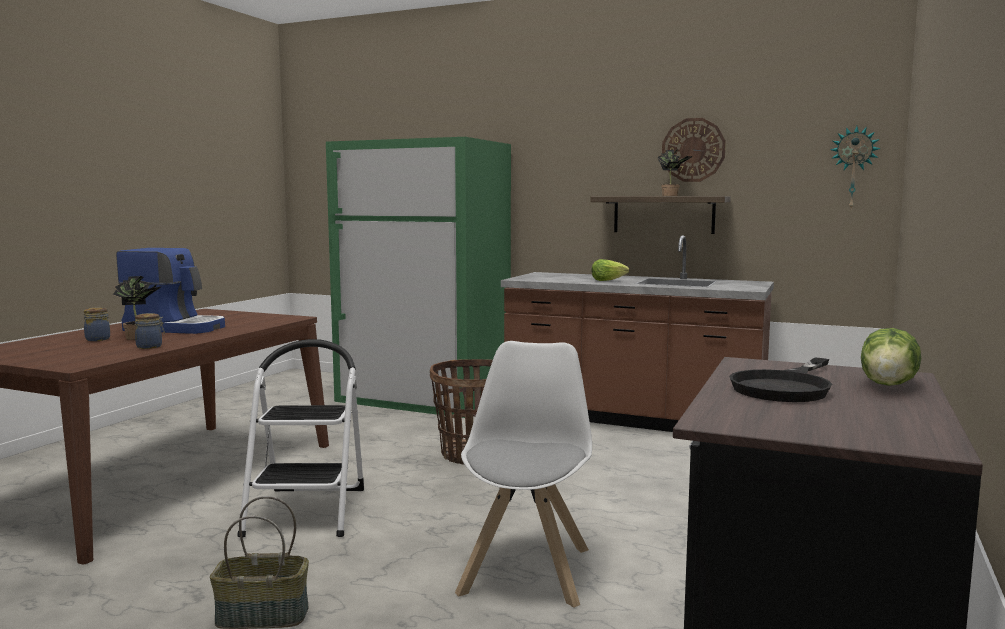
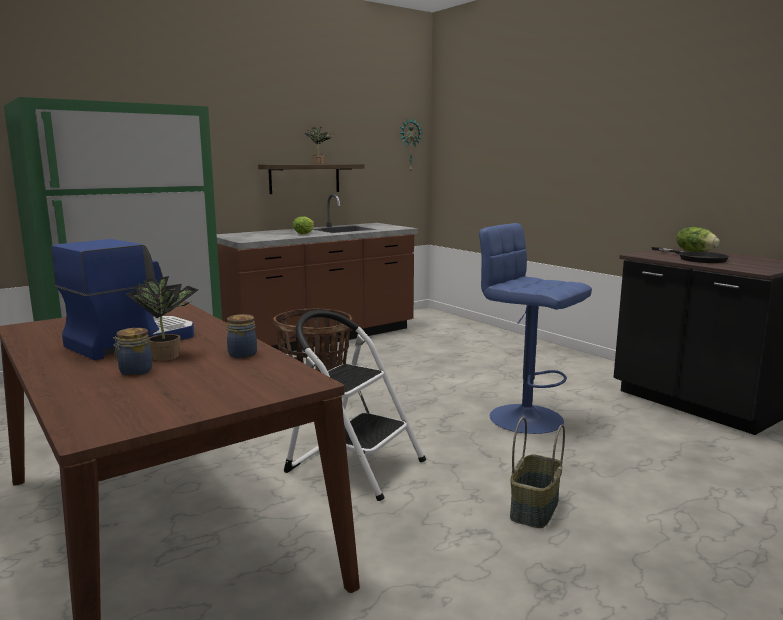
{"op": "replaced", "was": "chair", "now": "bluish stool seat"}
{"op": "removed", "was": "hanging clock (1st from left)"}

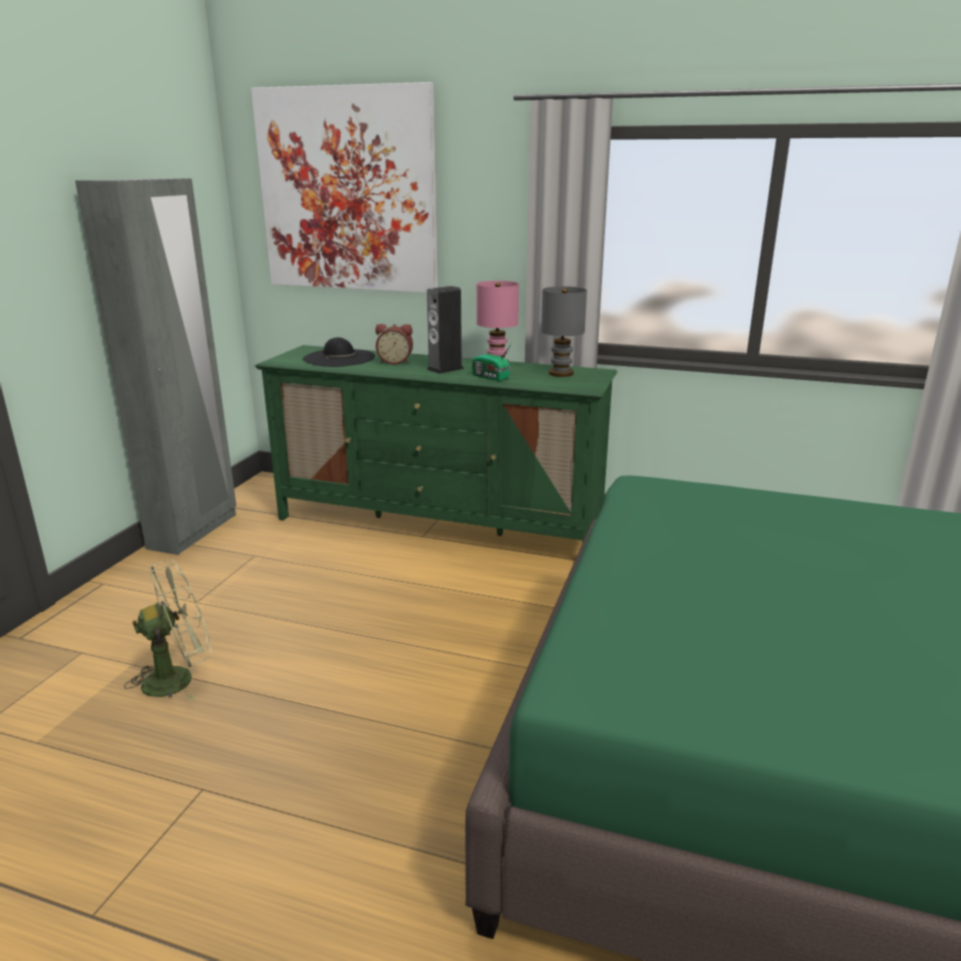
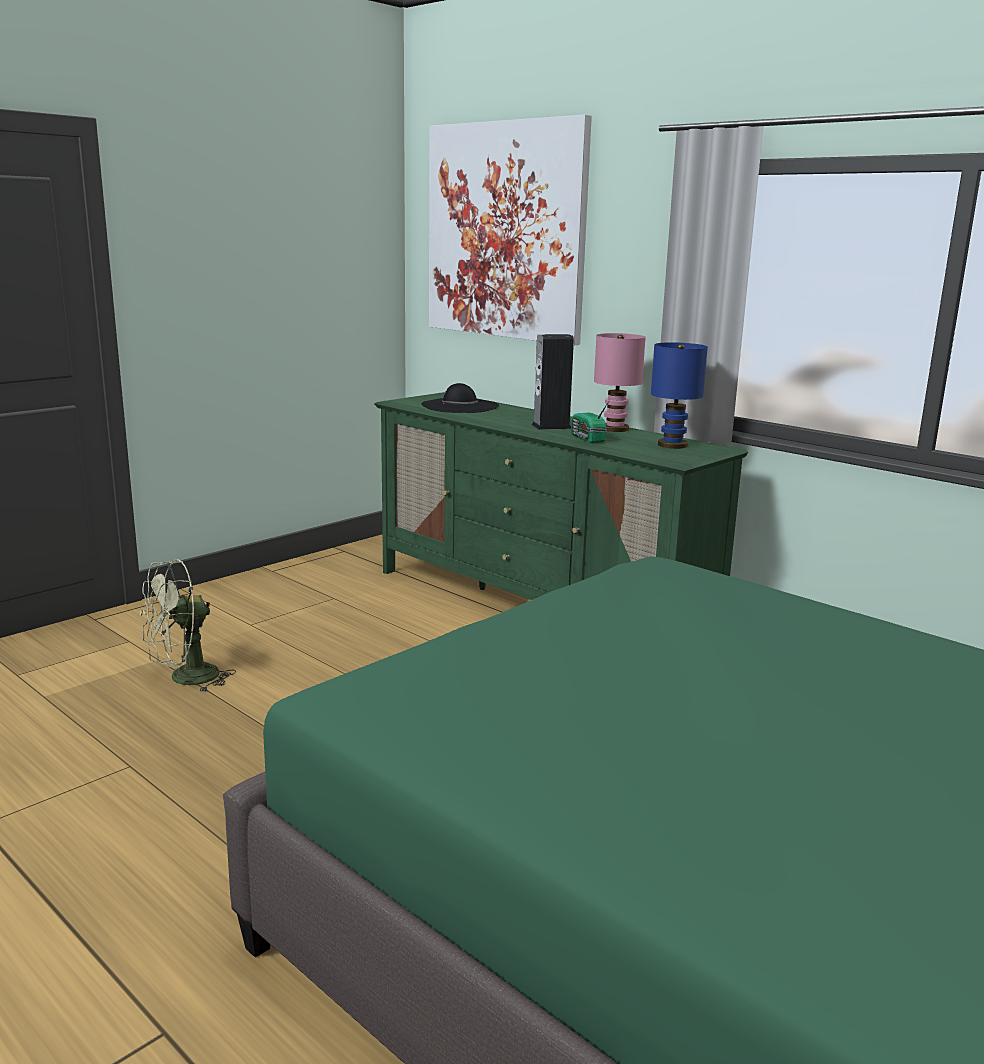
{"op": "turned", "was": "greenish fan", "clockwise": 150}
{"op": "recoloured", "was": "greyish lamp for a table", "now": "bluish lamp for a table"}
{"op": "removed", "was": "greyish wardrobe"}
{"op": "removed", "was": "bedside clock"}

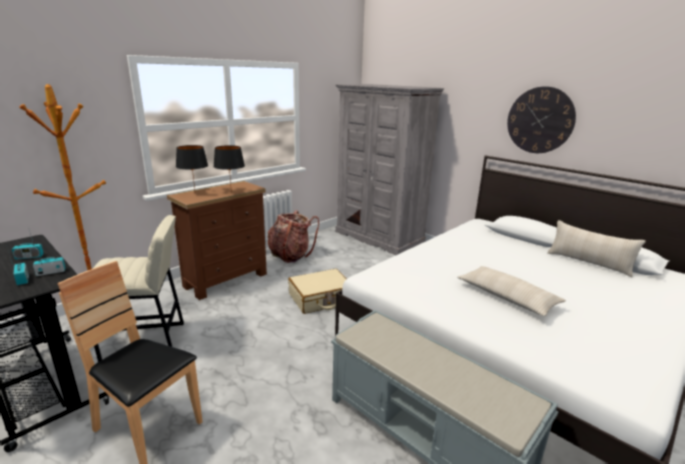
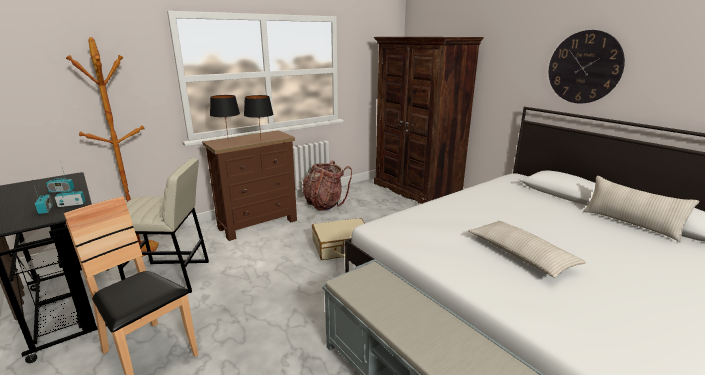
{"op": "recoloured", "was": "greyish wardrobe", "now": "brown wardrobe"}

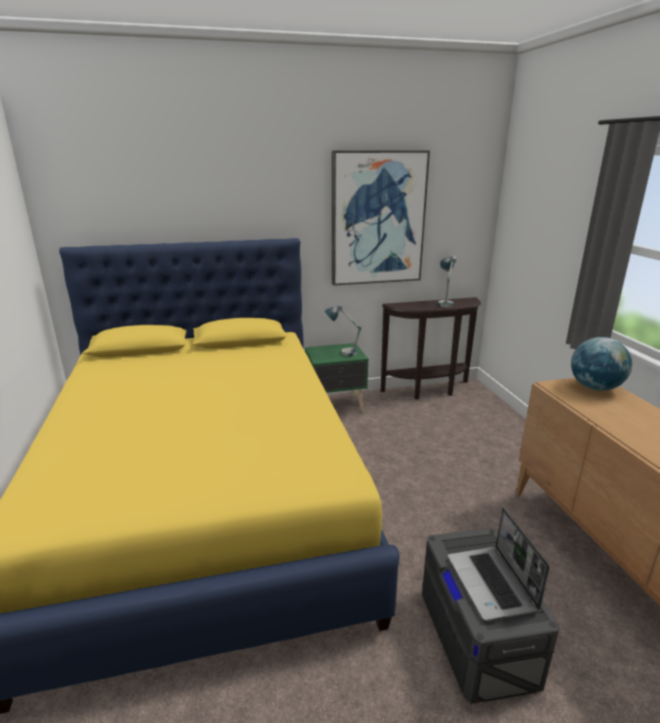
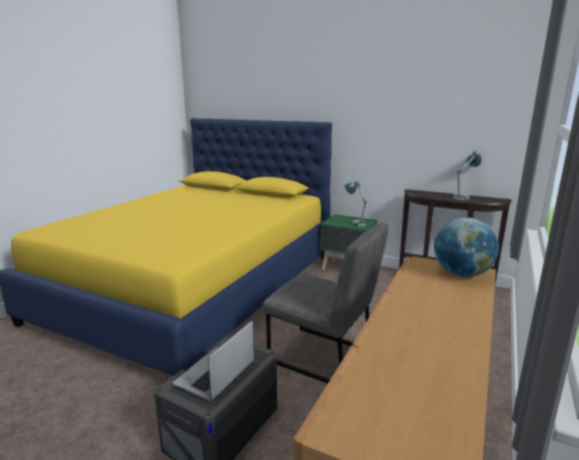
{"op": "added", "now": "greyish chair"}
{"op": "removed", "was": "picture"}

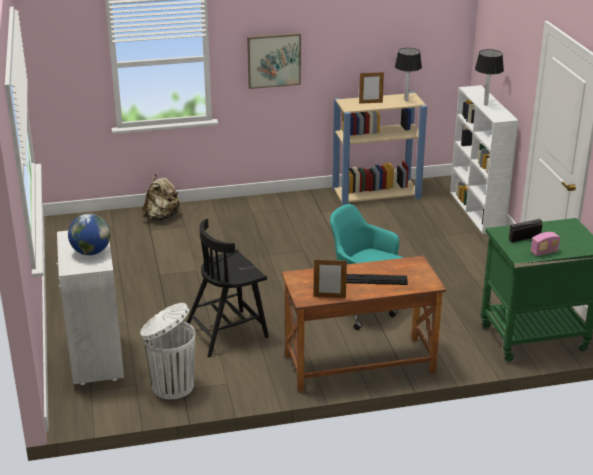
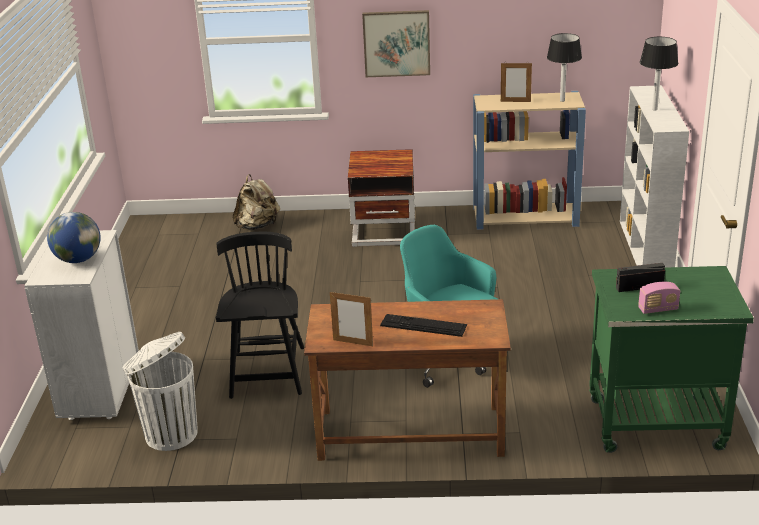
{"op": "turned", "was": "black-coloured chair", "clockwise": 105}
{"op": "added", "now": "night table"}

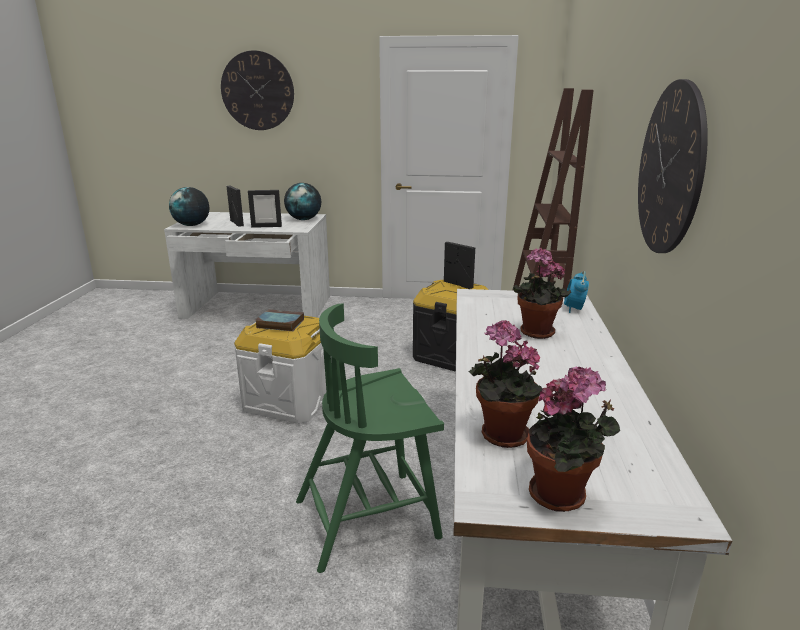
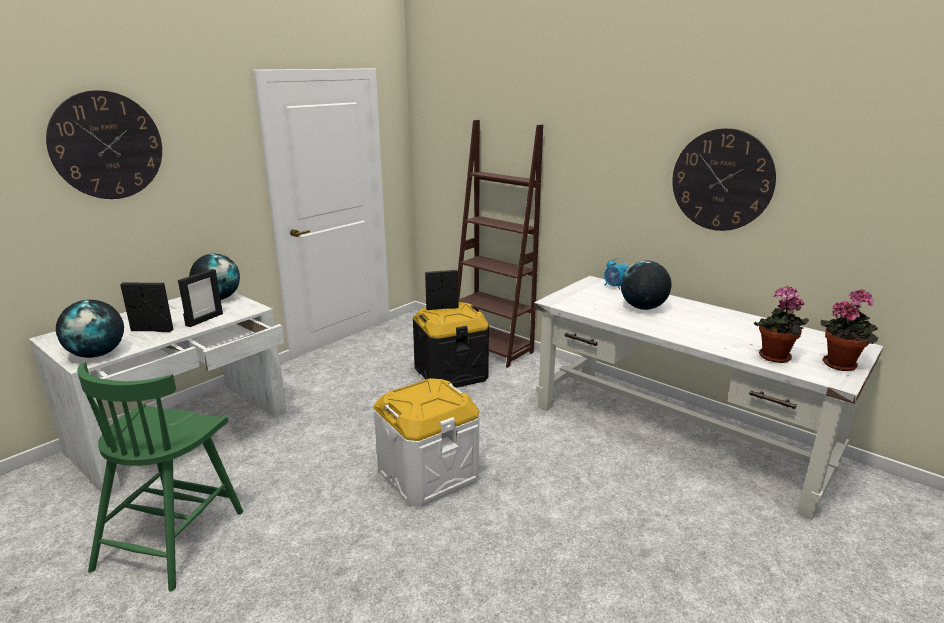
{"op": "moved", "was": "greenish chair"}
{"op": "replaced", "was": "potted plant (2nd from left)", "now": "desk globe (3rd from left)"}
{"op": "removed", "was": "book"}

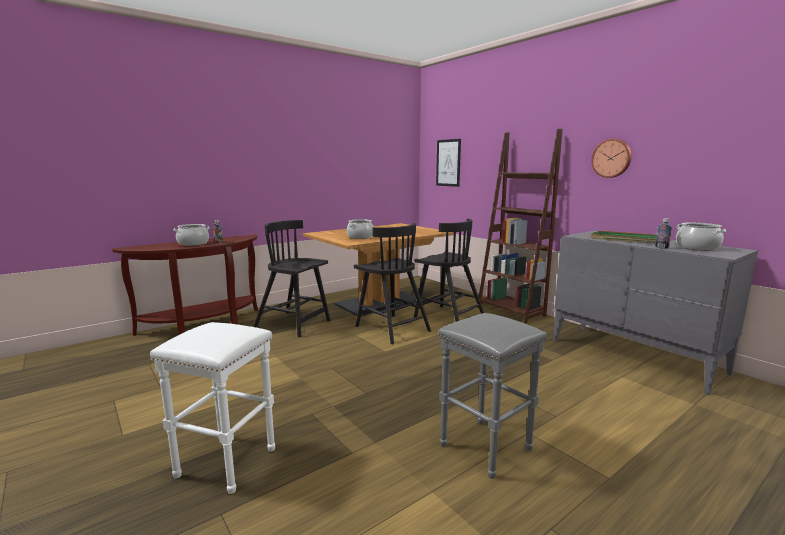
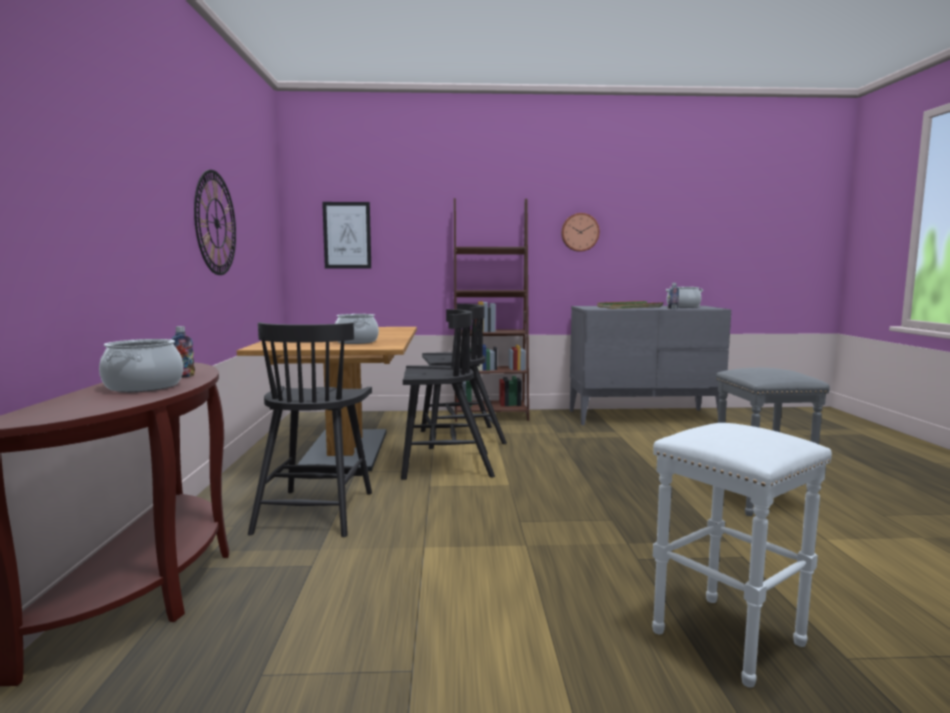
{"op": "added", "now": "hanging clock (1st from left)"}
{"op": "turned", "was": "black-coloured chair (1st from left)", "clockwise": -60}

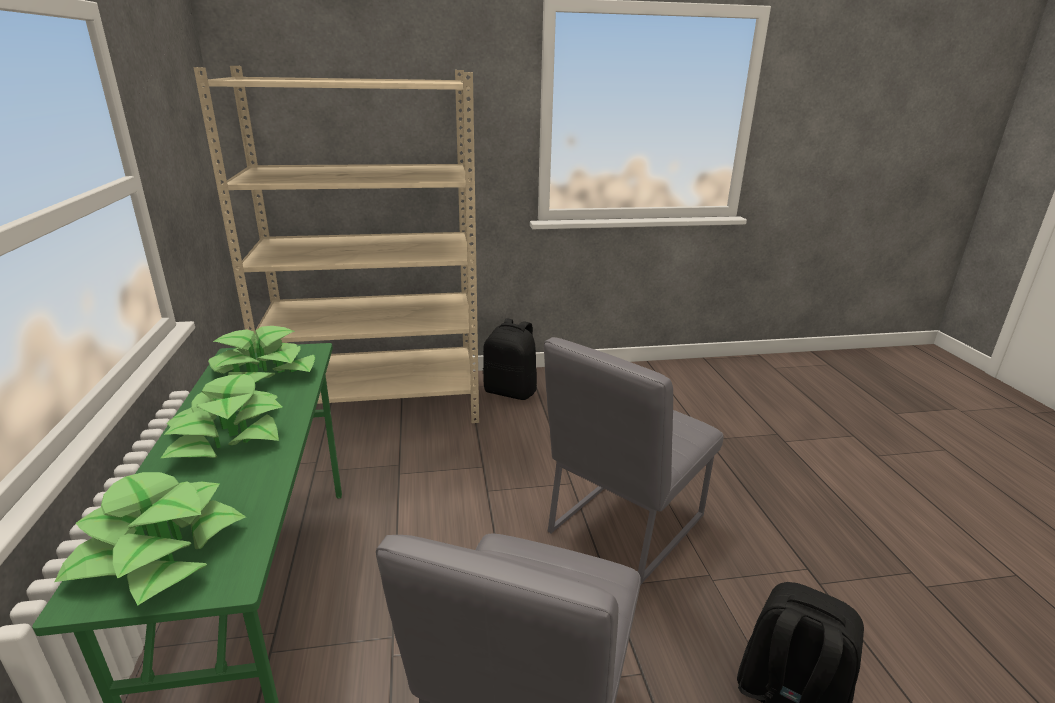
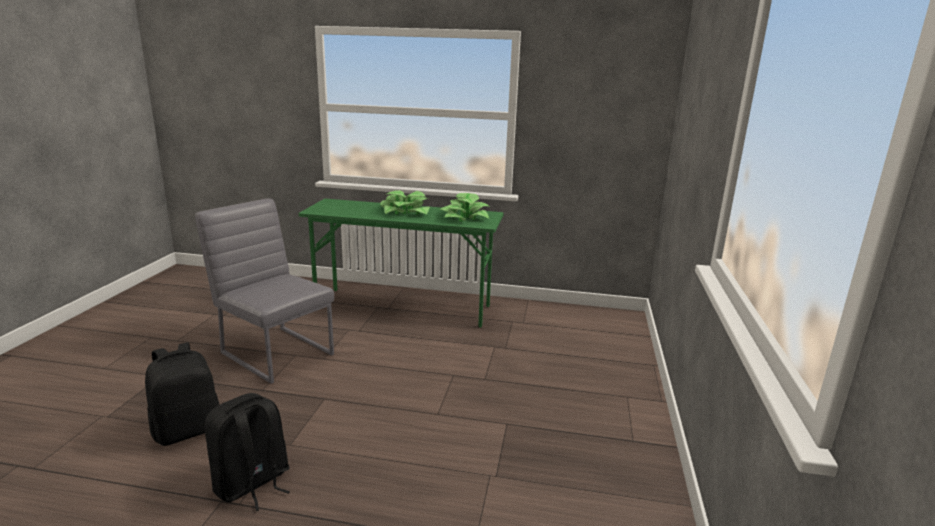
{"op": "moved", "was": "black-coloured rucksack (1st from left in the first image)", "now": "black-coloured rucksack (2nd from left)"}
{"op": "removed", "was": "potted plant (1st from left)"}
{"op": "removed", "was": "beige-coloured shelving unit"}
{"op": "removed", "was": "greyish chair (2nd from left)"}

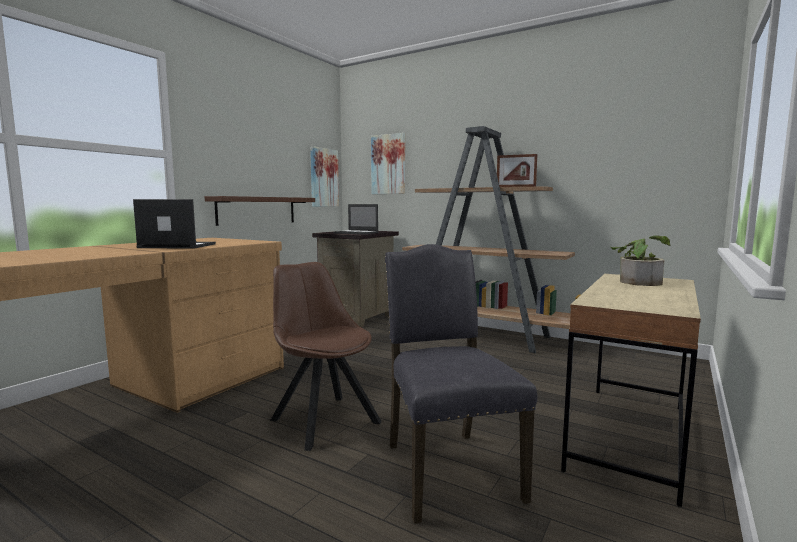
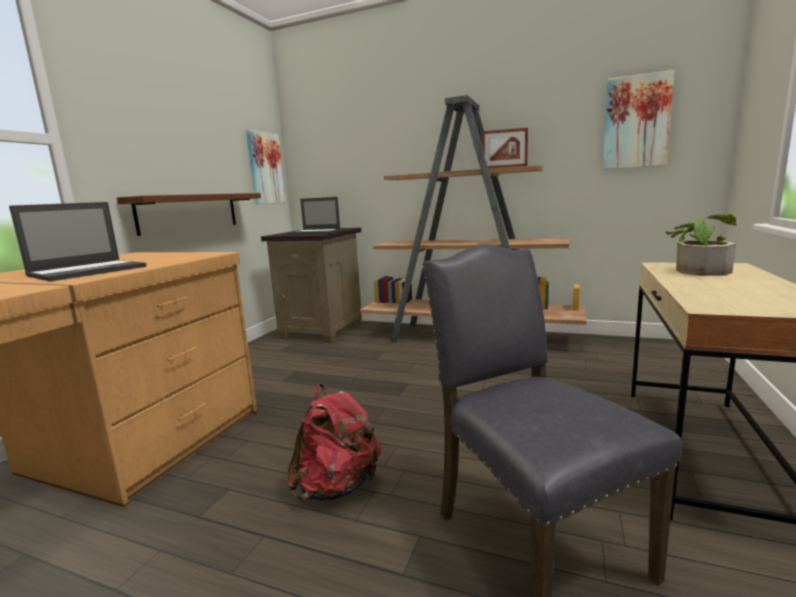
{"op": "turned", "was": "laptop (1st from left)", "clockwise": 135}
{"op": "replaced", "was": "brown chair", "now": "red-coloured rucksack"}
{"op": "moved", "was": "picture (2nd from left)"}

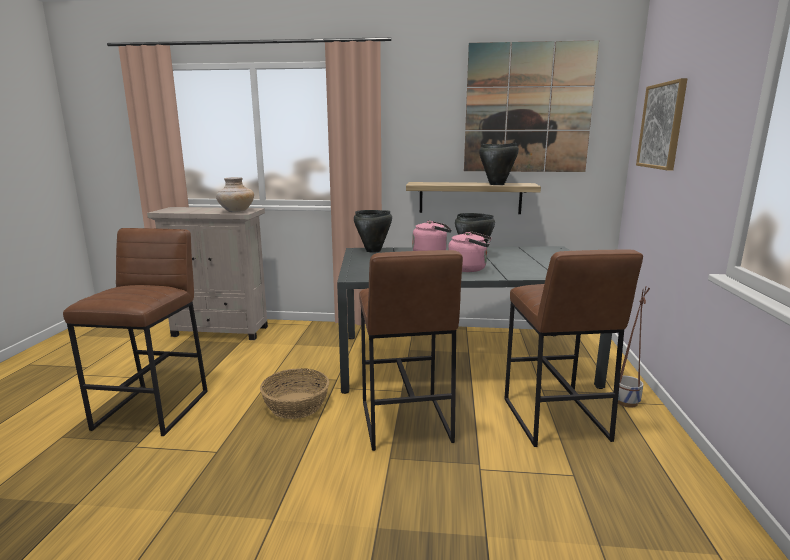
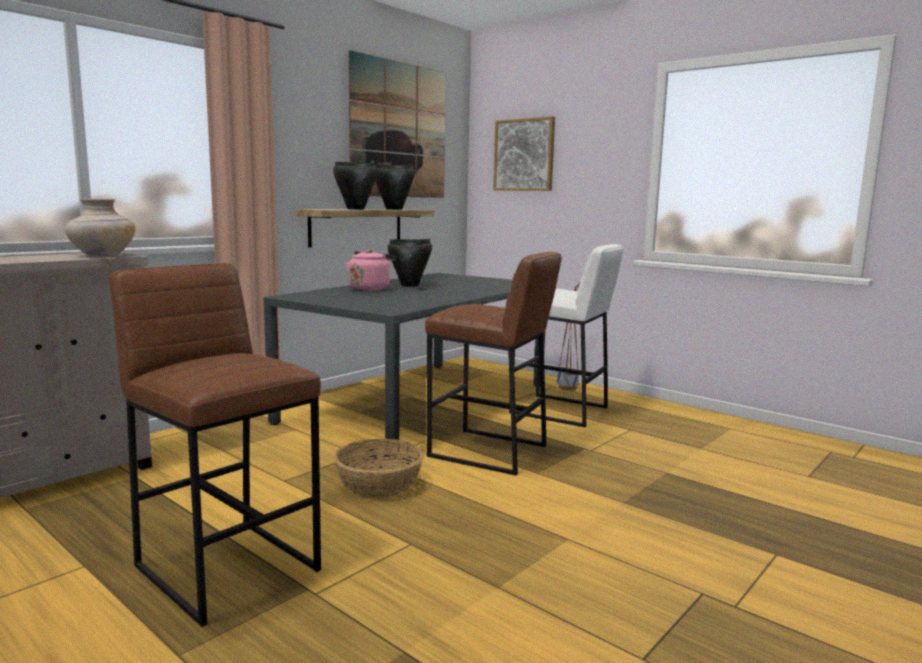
{"op": "moved", "was": "black-coloured saucepot (1st from left)"}
{"op": "recoloured", "was": "brown stool seat (3rd from left)", "now": "white-coloured stool seat"}
{"op": "removed", "was": "pinkish water kettle (2nd from left)"}

